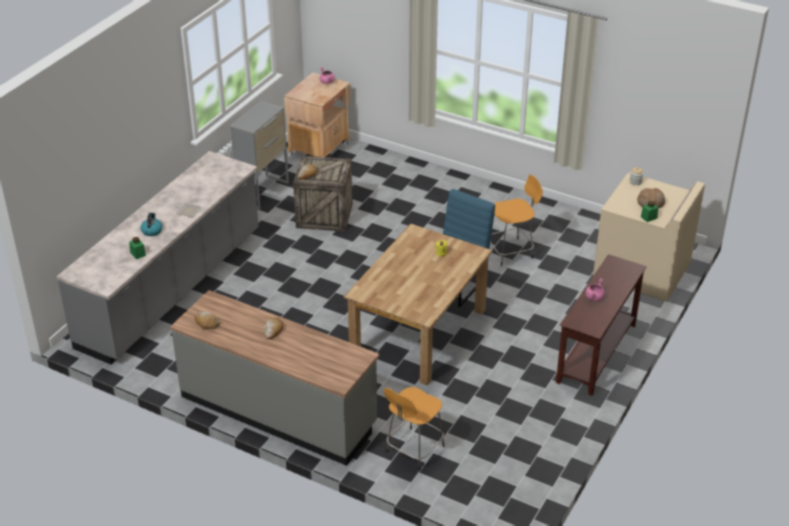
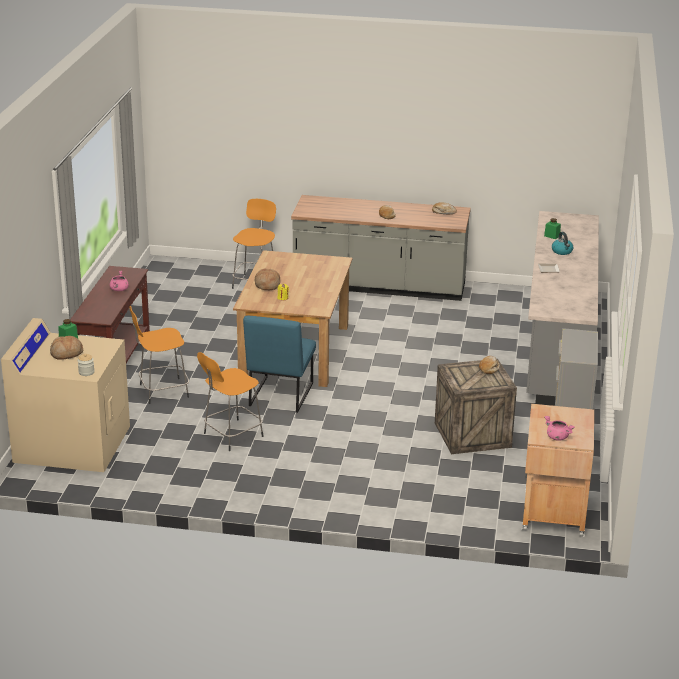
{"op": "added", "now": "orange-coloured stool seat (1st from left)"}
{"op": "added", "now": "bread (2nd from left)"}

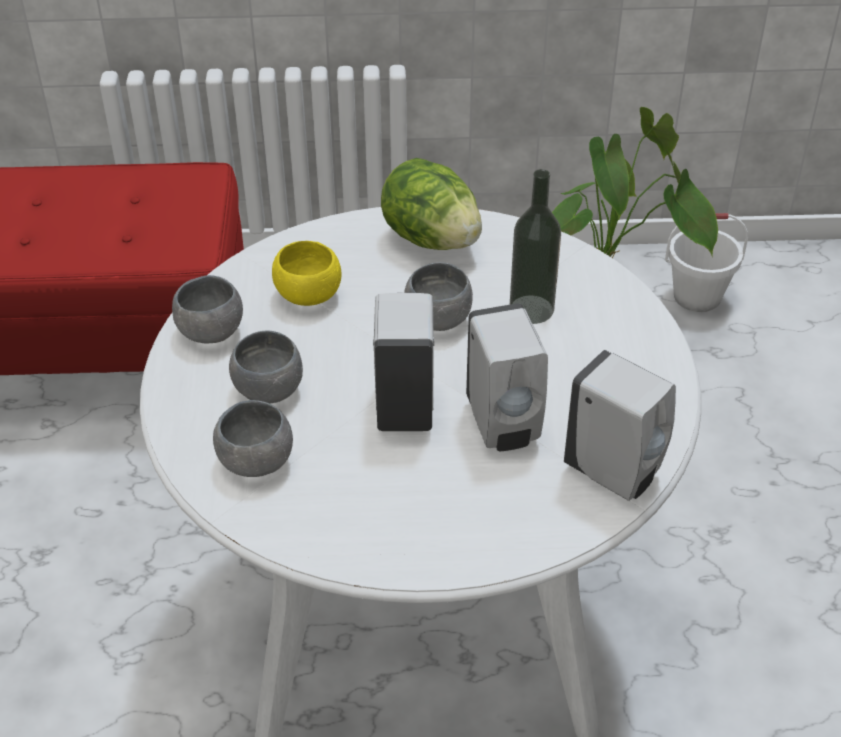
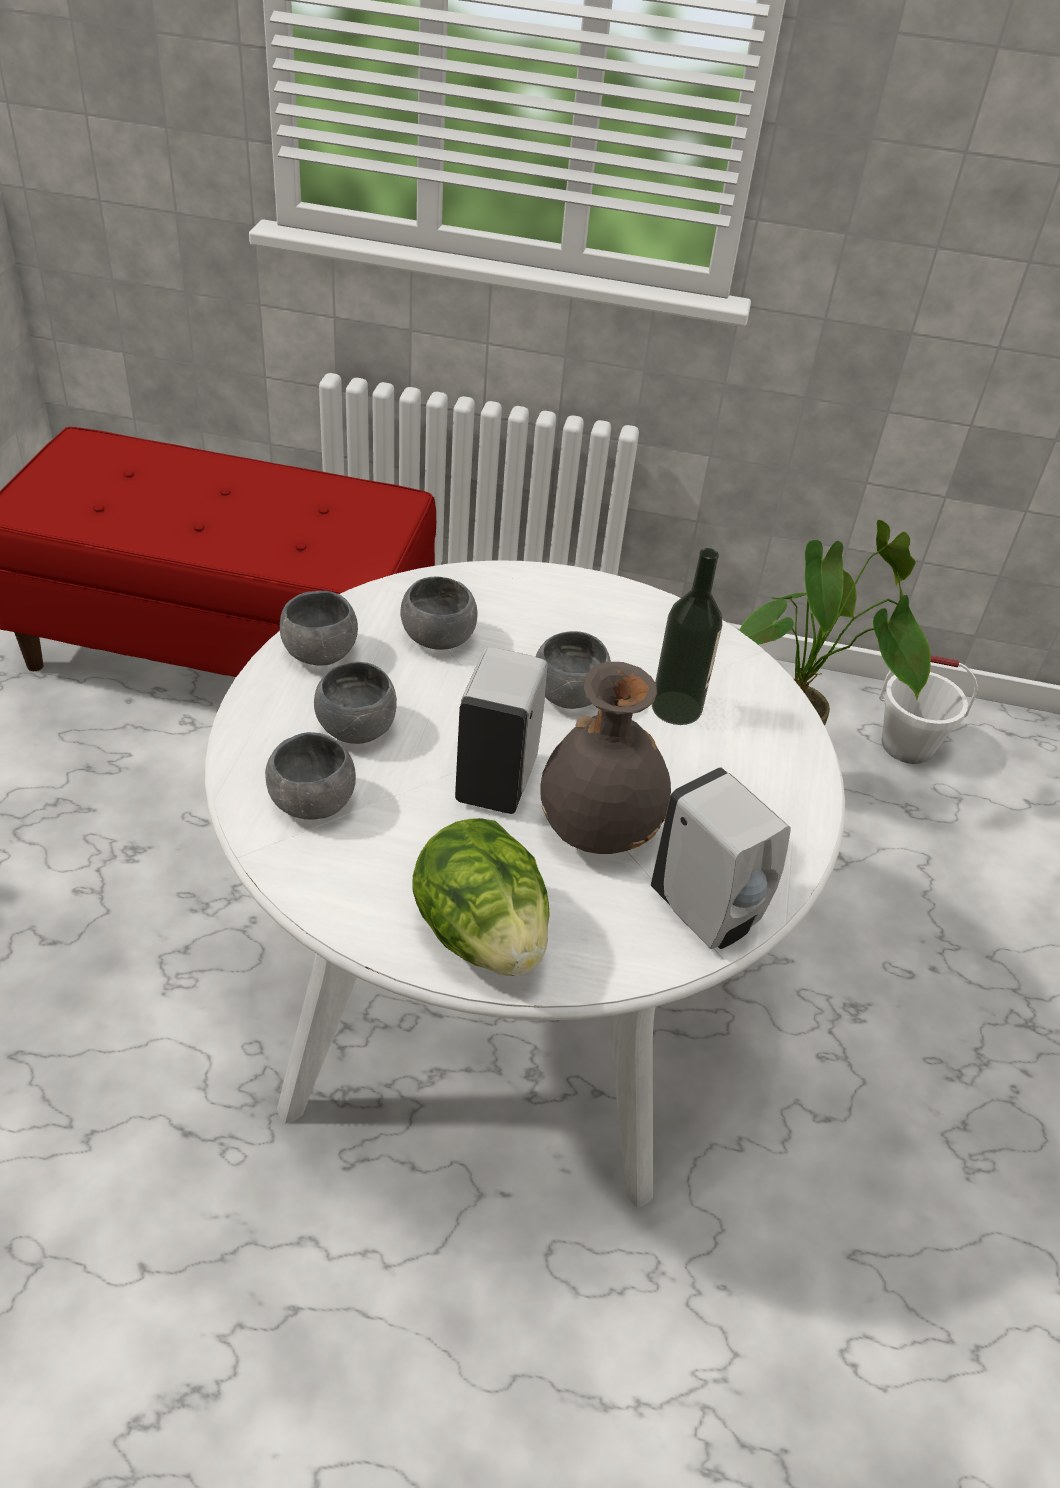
{"op": "recoloured", "was": "yellow bowl", "now": "greyish bowl (4th from left)"}
{"op": "moved", "was": "lettuce"}
{"op": "replaced", "was": "white-coloured soap dispenser (2nd from left)", "now": "greyish decorative vase"}

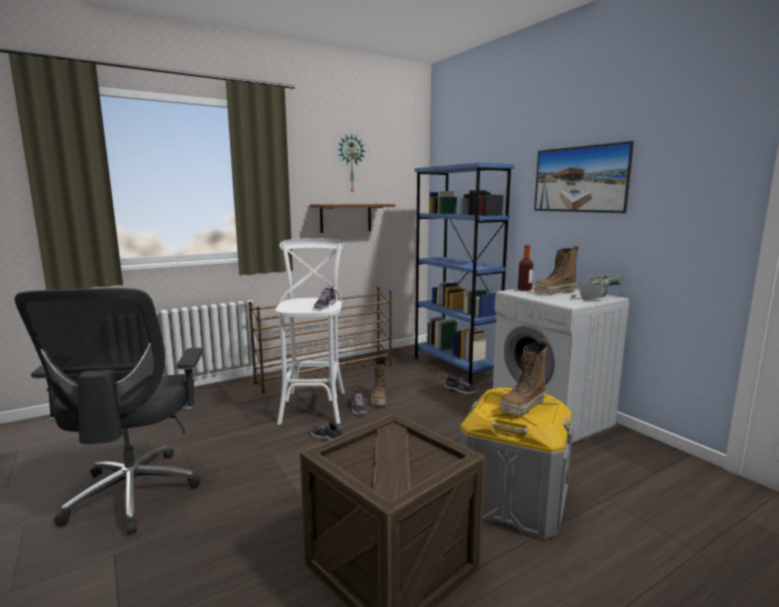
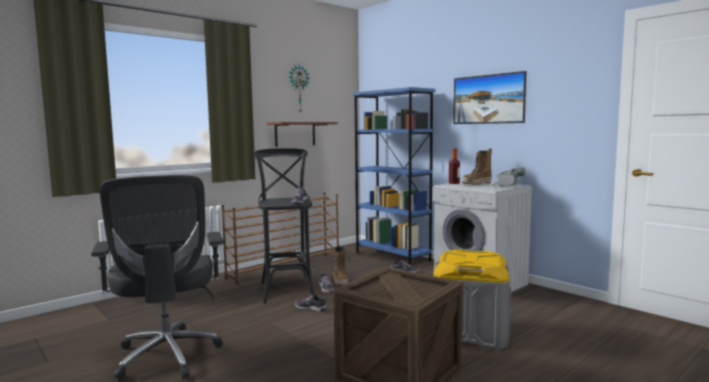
{"op": "recoloured", "was": "white-coloured stool seat", "now": "black-coloured stool seat"}
{"op": "removed", "was": "tall boot (2nd from left)"}

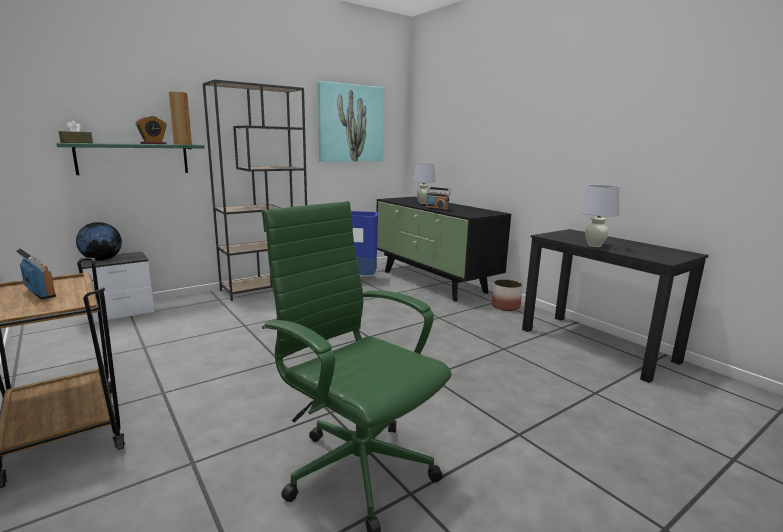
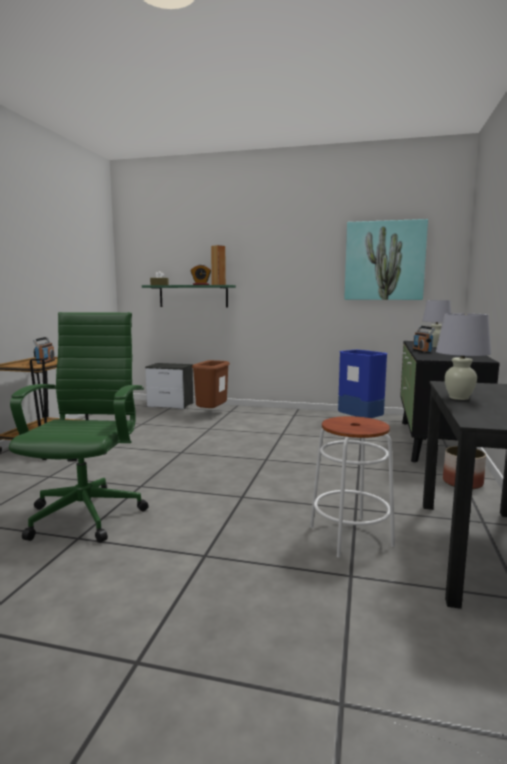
{"op": "added", "now": "brown trash can"}
{"op": "added", "now": "white-coloured stool seat"}
{"op": "removed", "was": "desk globe"}
{"op": "removed", "was": "shelving unit"}

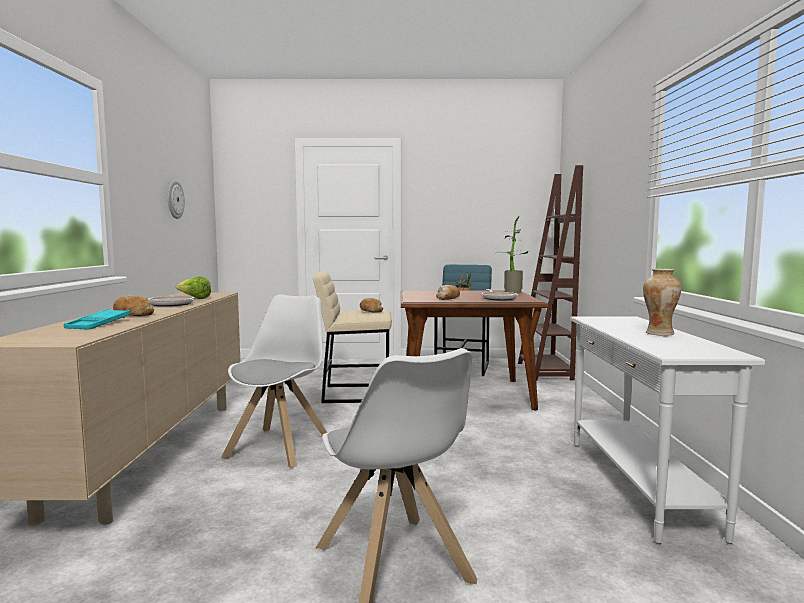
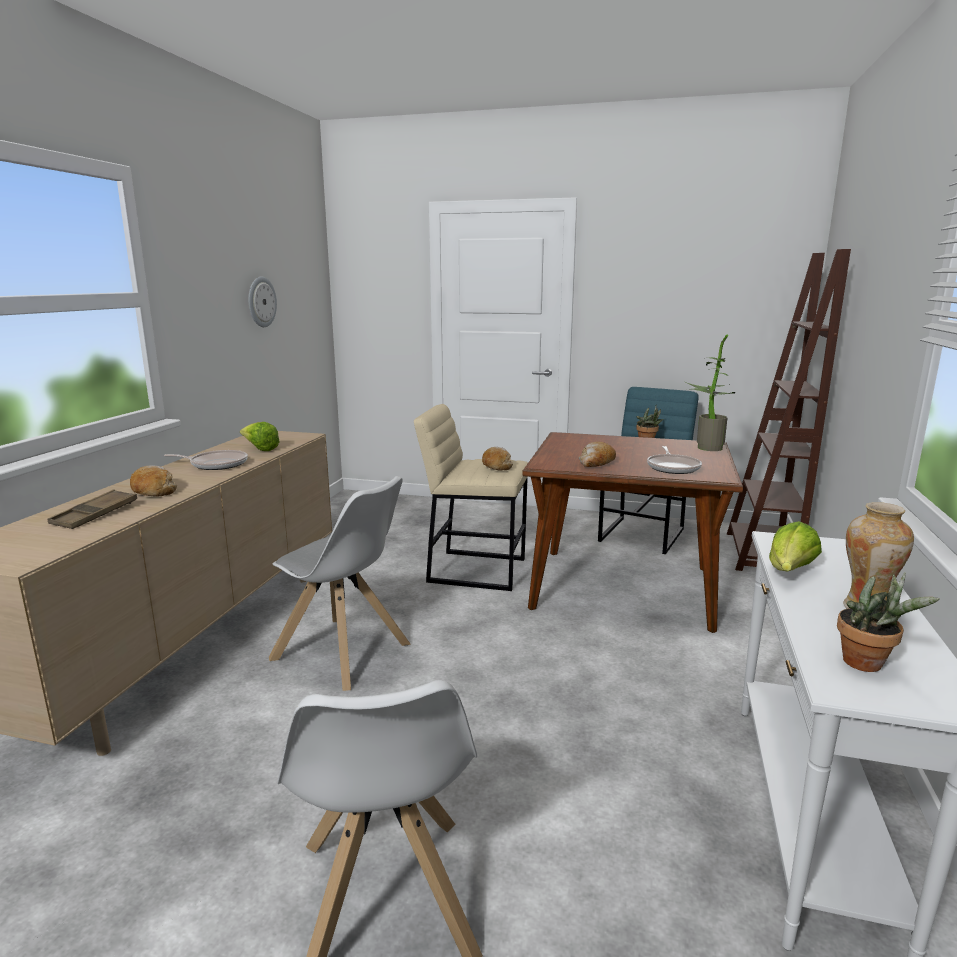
{"op": "recoloured", "was": "turquoise-coloured carrying tray", "now": "brown carrying tray"}
{"op": "turned", "was": "chair (1st from left)", "clockwise": 90}
{"op": "added", "now": "lettuce (2nd from left)"}
{"op": "added", "now": "potted plant (3rd from left)"}

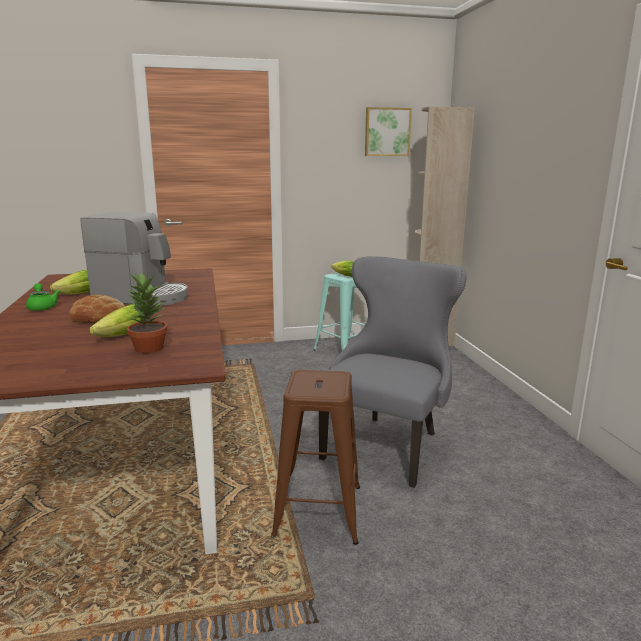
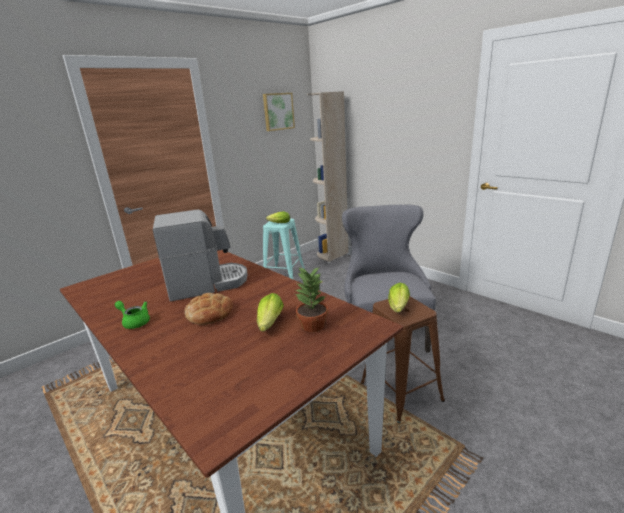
{"op": "moved", "was": "lettuce (1st from left in the first image)", "now": "lettuce (3rd from left)"}

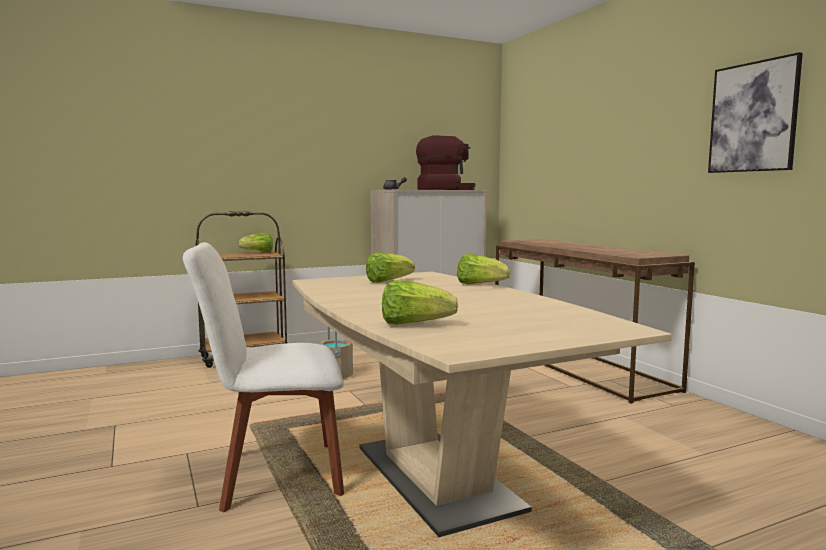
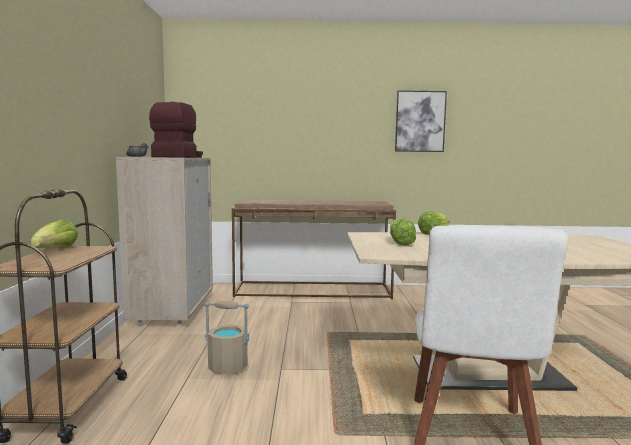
{"op": "removed", "was": "lettuce (3rd from left)"}

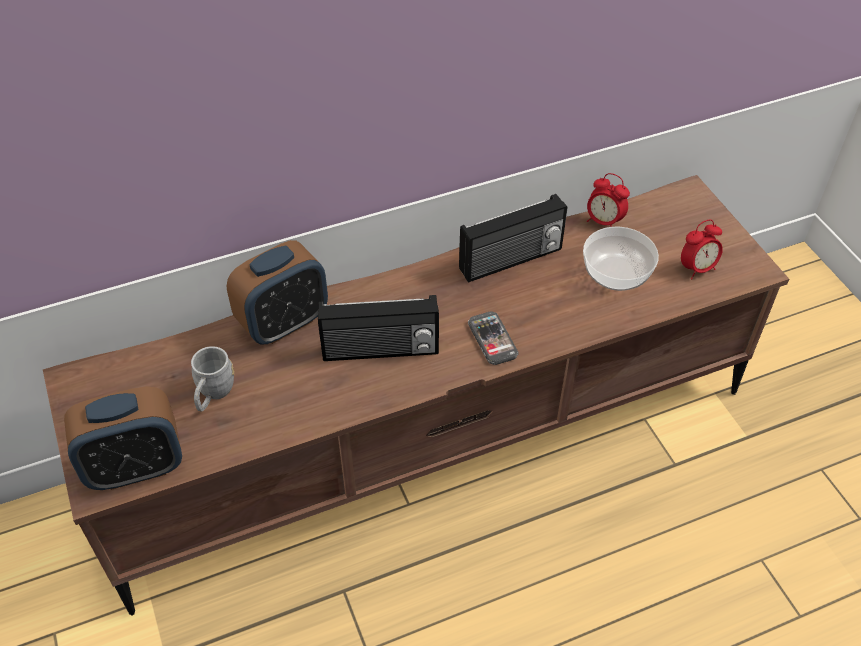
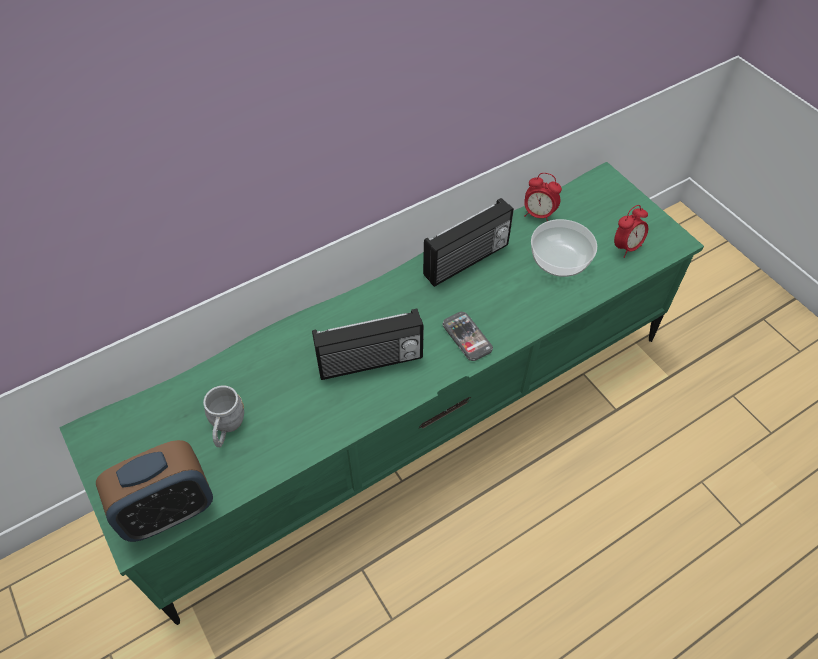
{"op": "recoloured", "was": "brown media console", "now": "greenish media console"}
{"op": "removed", "was": "bedside clock (2nd from left)"}

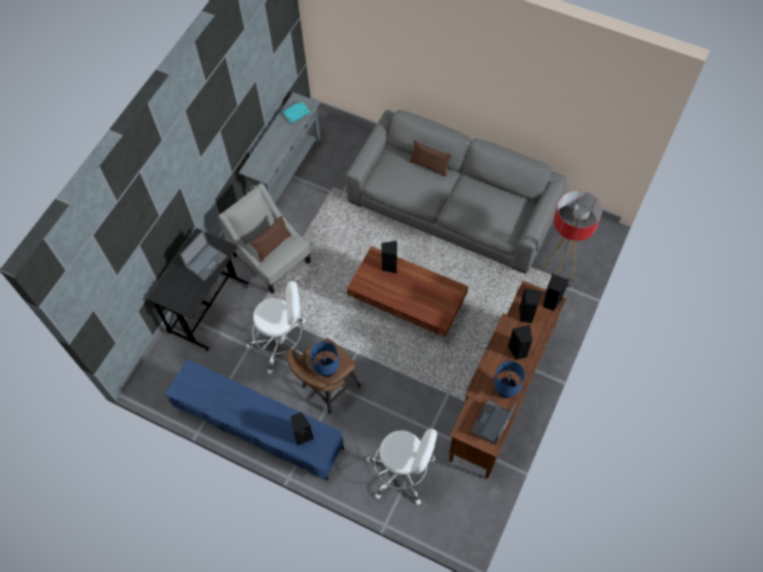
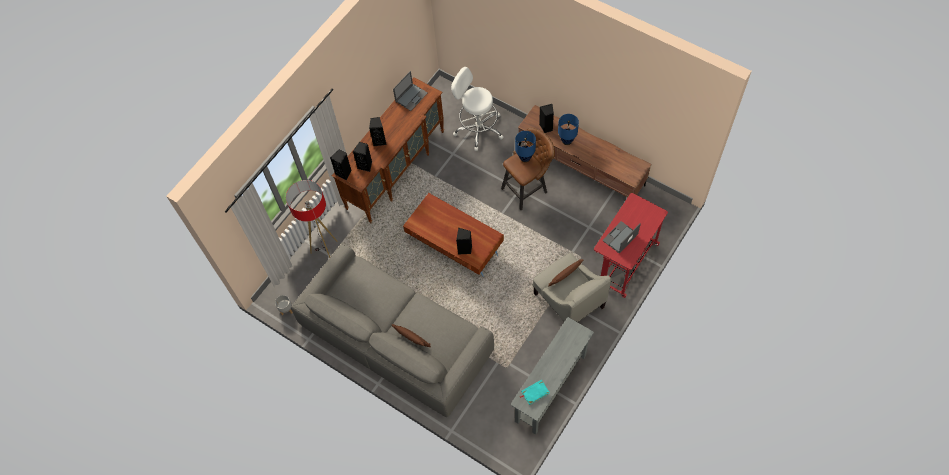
{"op": "recoloured", "was": "bluish media console", "now": "brown media console"}
{"op": "moved", "was": "bluish lamp for a table (2nd from left)"}
{"op": "recoloured", "was": "black-coloured desk", "now": "red-coloured desk"}
{"op": "removed", "was": "white-coloured stool seat (1st from left)"}

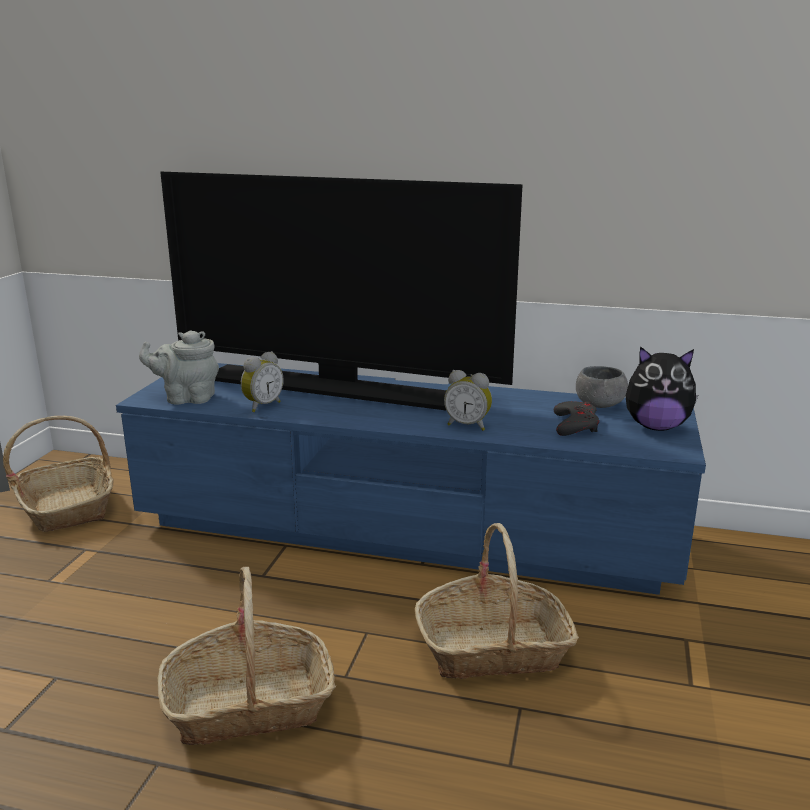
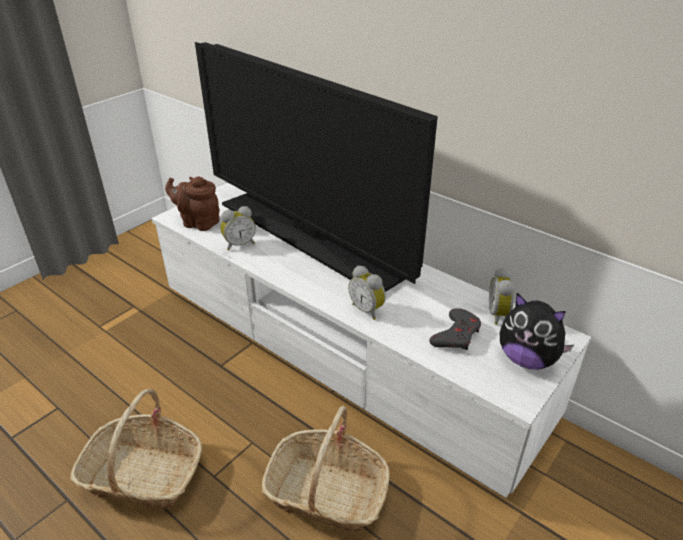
{"op": "recoloured", "was": "bluish media console", "now": "white-coloured media console"}
{"op": "recoloured", "was": "greyish tea pot", "now": "brown tea pot"}
{"op": "replaced", "was": "greyish bowl", "now": "bedside clock (3rd from left)"}
{"op": "removed", "was": "storage basket (1st from left)"}

